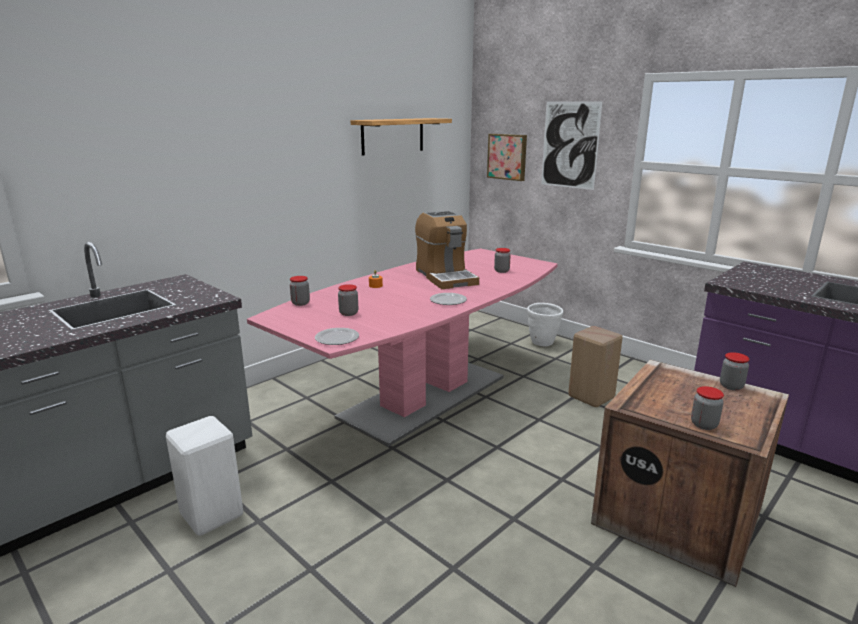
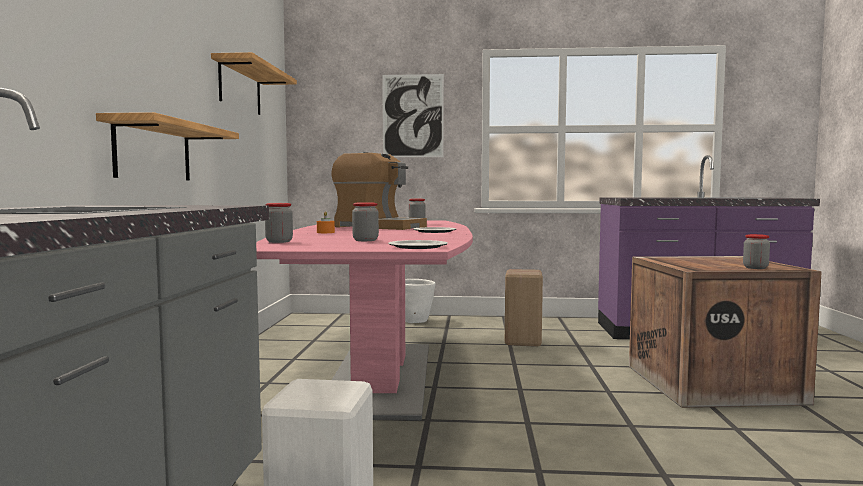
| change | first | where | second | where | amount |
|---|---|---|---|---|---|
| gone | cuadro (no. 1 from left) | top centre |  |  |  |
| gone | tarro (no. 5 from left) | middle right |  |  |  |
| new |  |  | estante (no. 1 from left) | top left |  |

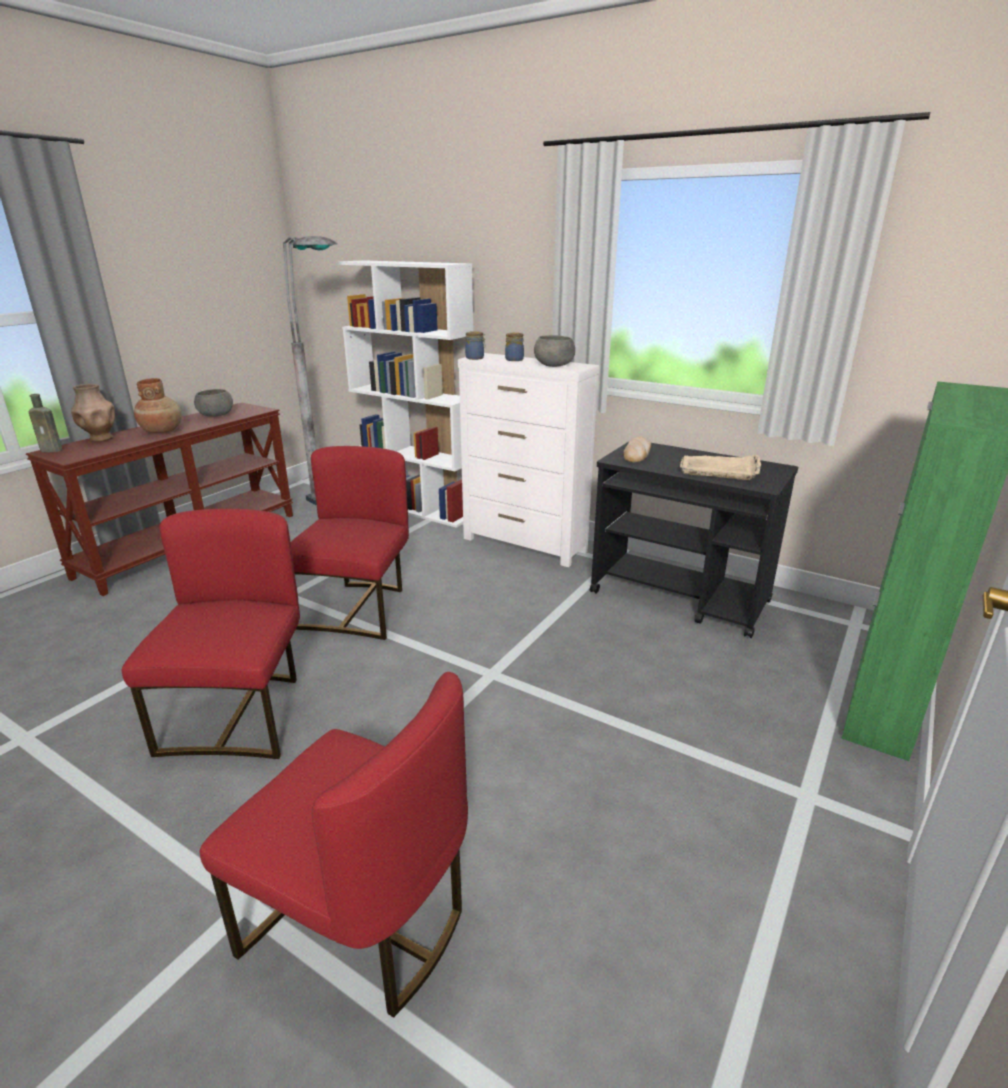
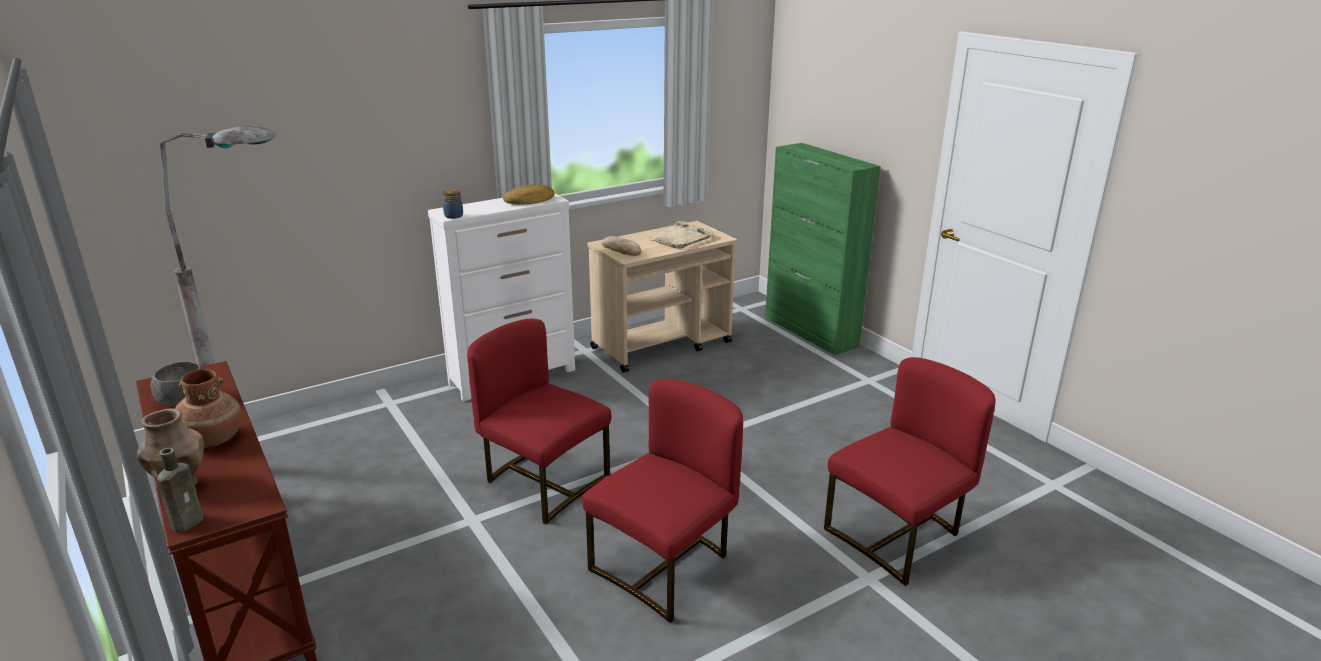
| change | first | where | second | where | amount |
|---|---|---|---|---|---|
| gone | estantería [blanco] | centre |  |  |  |
| gone | tarro (no. 2 from left) | top centre |  |  |  |
| swapped | cuenco [gris] (no. 2 from left) | top centre | pan (no. 1 from left) | top centre |  |
| repainted | carrito [negro] | middle right | carrito [beis] | centre |  |
| rotated | silla [rojo] (no. 1 from left in the first image) | middle left | silla [rojo] (no. 2 from left) | bottom centre | 105 degrees clockwise |

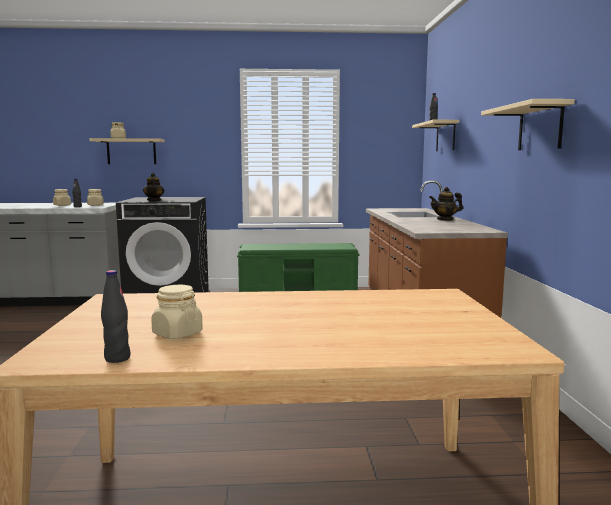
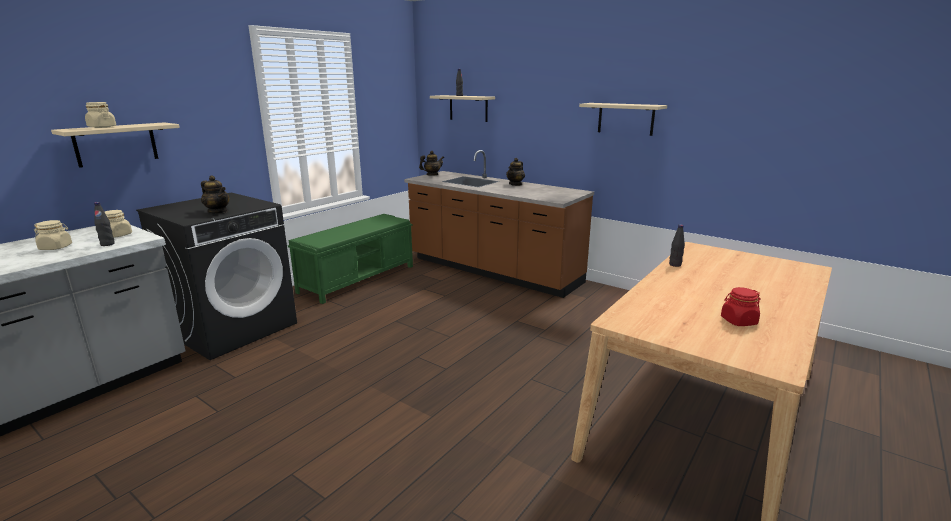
| change | first | where | second | where | amount |
|---|---|---|---|---|---|
| new |  |  | tetera (no. 2 from left) | top centre |  |
| shifted | botella [negro] (no. 2 from left in the first image) | middle left | botella [negro] (no. 3 from left) | middle right |  |
| repainted | tarro [beis] (no. 4 from left) | middle left | tarro [rojo] | middle right |  |

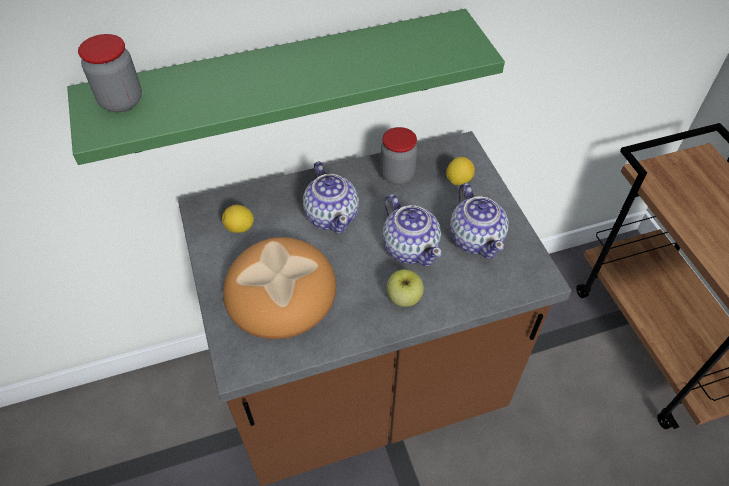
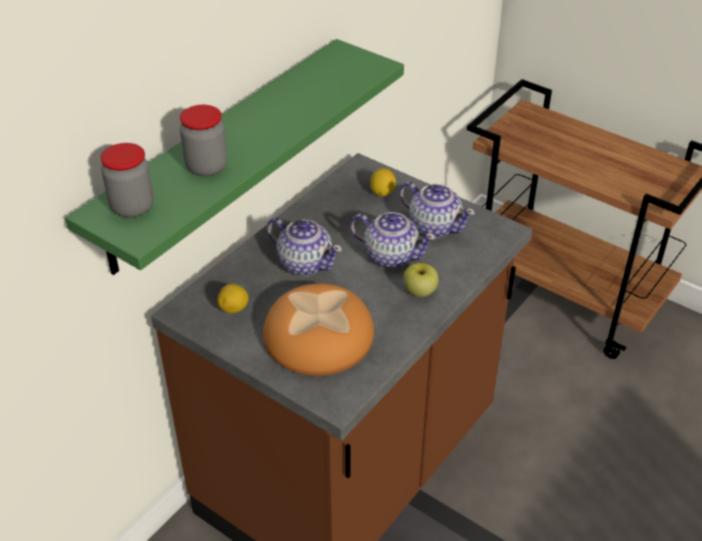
| change | first | where | second | where | amount |
|---|---|---|---|---|---|
| shifted | tarro (no. 2 from left) | top centre |  | top left |  |

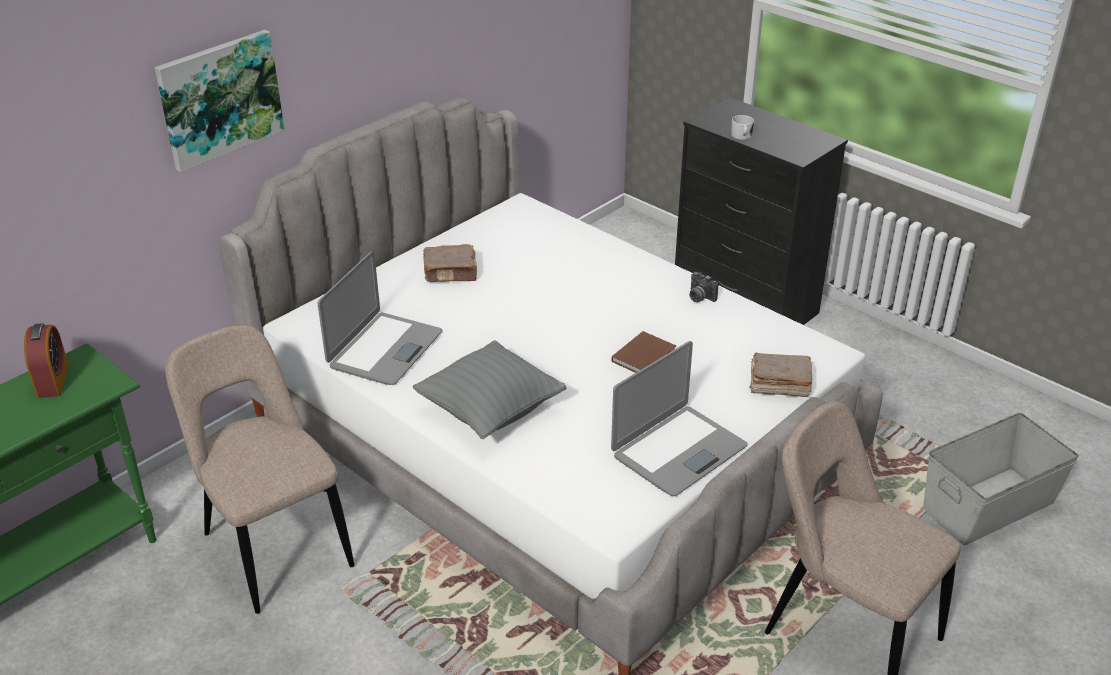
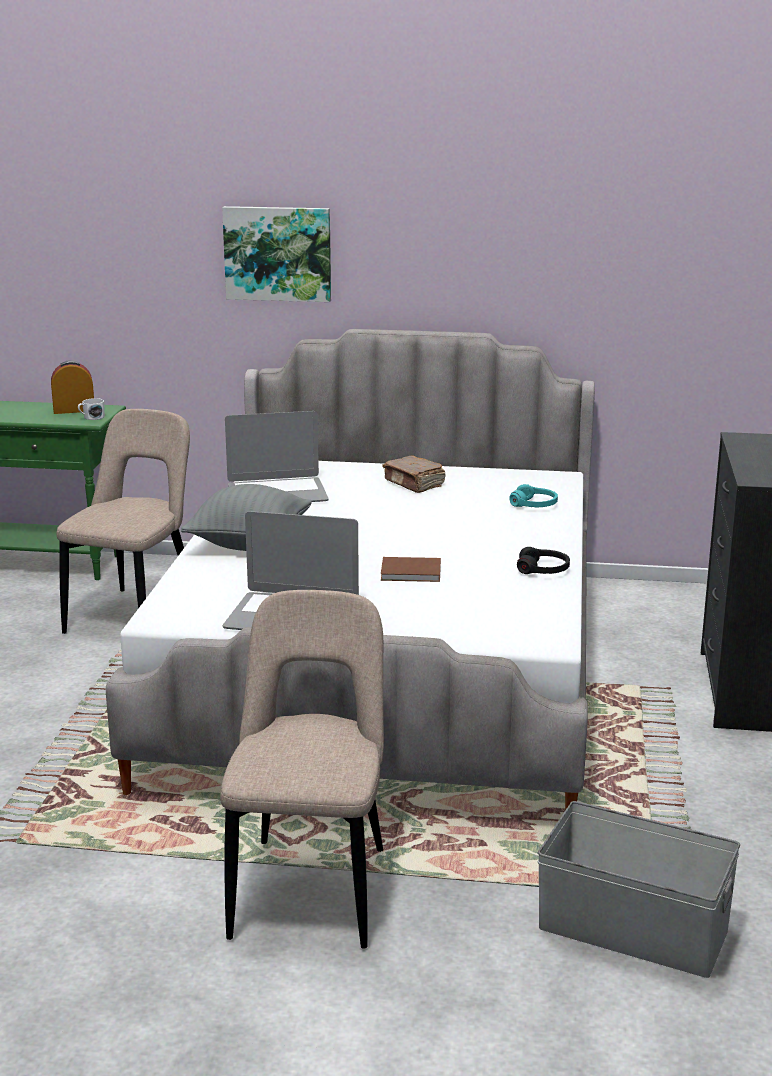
| change | first | where | second | where | amount |
|---|---|---|---|---|---|
| gone | libro [marrón] (no. 3 from left) | middle right |  |  |  |
| new |  |  | auriculares [turquesa] | middle right |  |
| shifted | taza grande [blanco] | top right |  | middle left |  |
| swapped | cámara | centre | auriculares [negro] | middle right |  |
| rotated | despertador | middle left |  | middle left | 150 degrees counterclockwise |

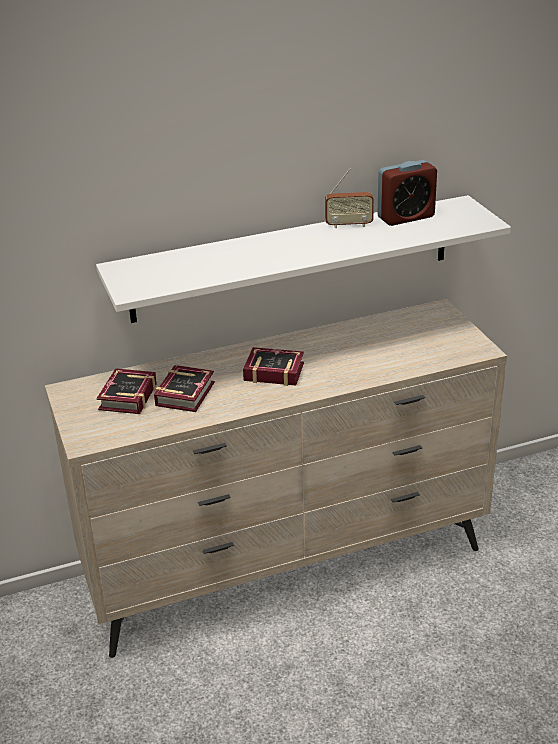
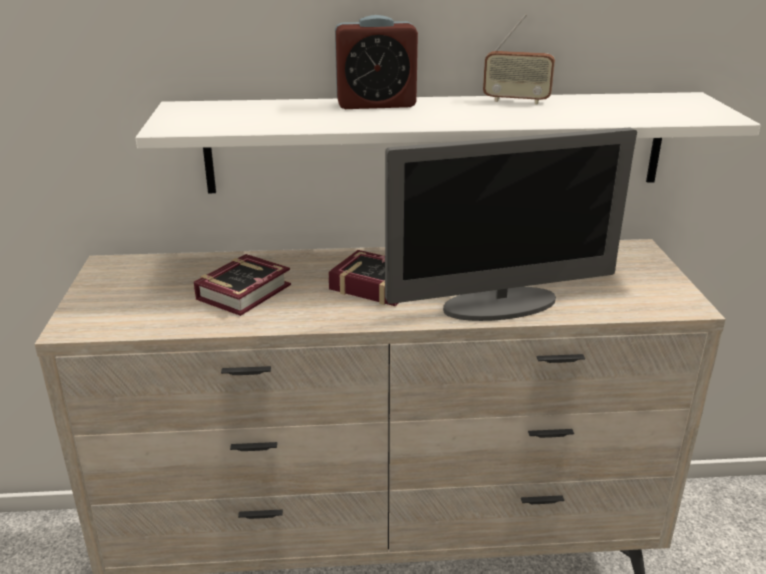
| change | first | where | second | where | amount |
|---|---|---|---|---|---|
| gone | libro (no. 1 from left) | middle left |  |  |  |
| new |  |  | monitor | middle right |  |
| shifted | despertador | top right |  | top centre |  |

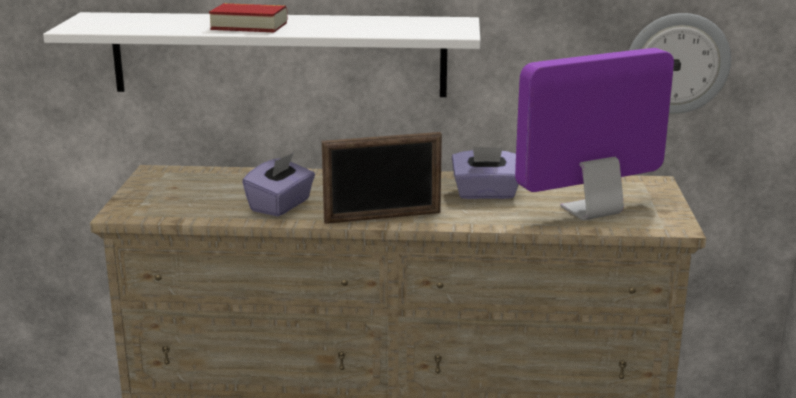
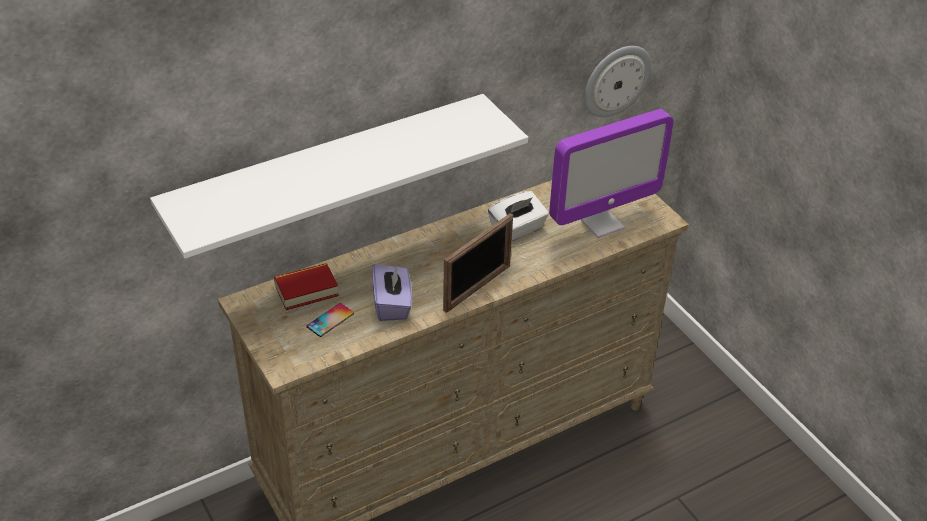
| change | first | where | second | where | amount |
|---|---|---|---|---|---|
| new |  |  | móvil | centre |  |
| shifted | libro | top left |  | middle left |  |
| repainted | caja de pañuelos [morado] (no. 2 from left) | centre | caja de pañuelos [blanco] | centre |  |
| rotated | monitor | middle right |  | top centre | 150 degrees counterclockwise |

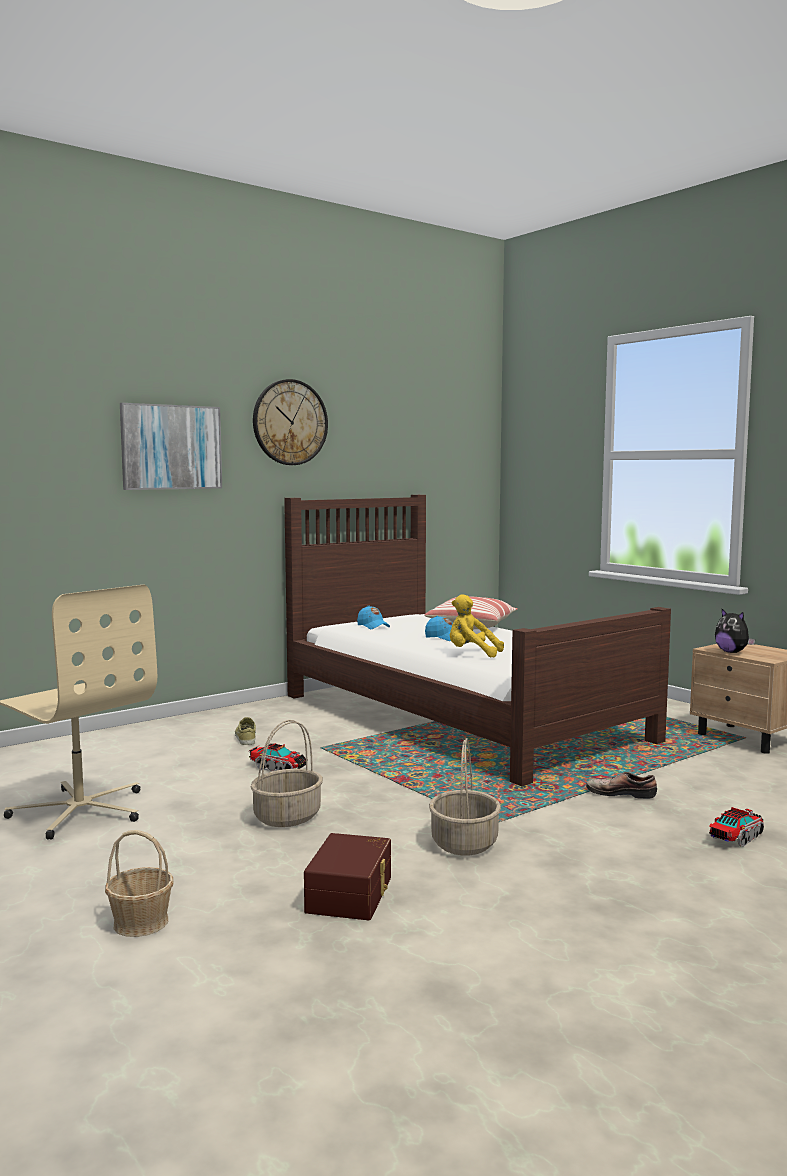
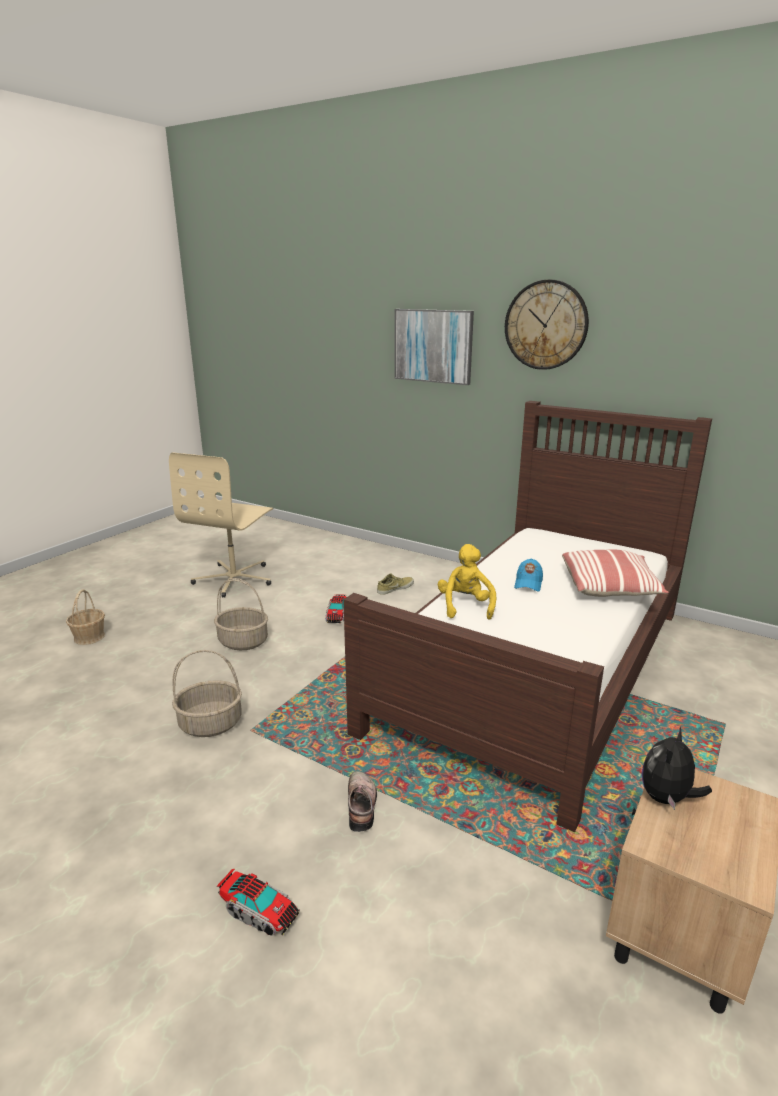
| change | first | where | second | where | amount |
|---|---|---|---|---|---|
| gone | caja de almacenaje [marrón] | bottom centre |  |  |  |
| gone | gorra [azul] (no. 1 from left) | centre |  |  |  |

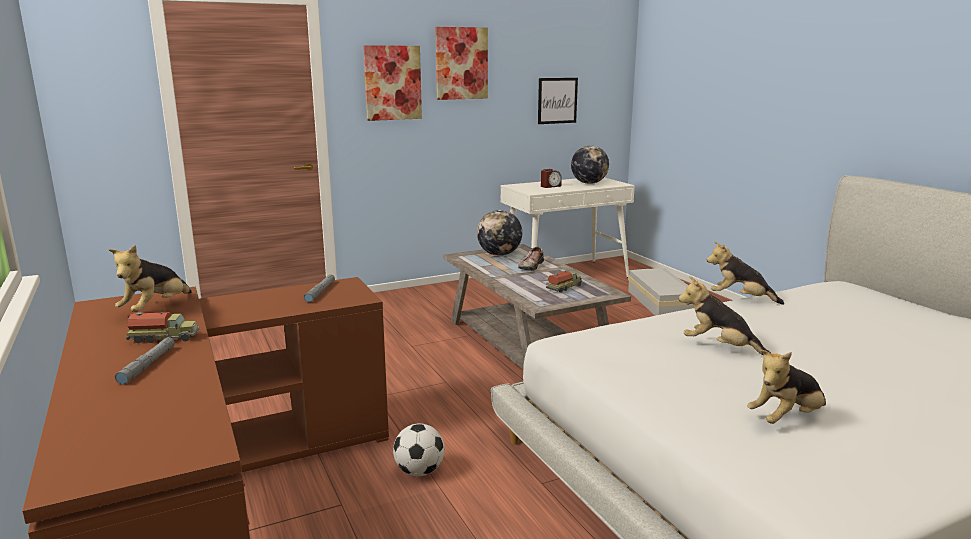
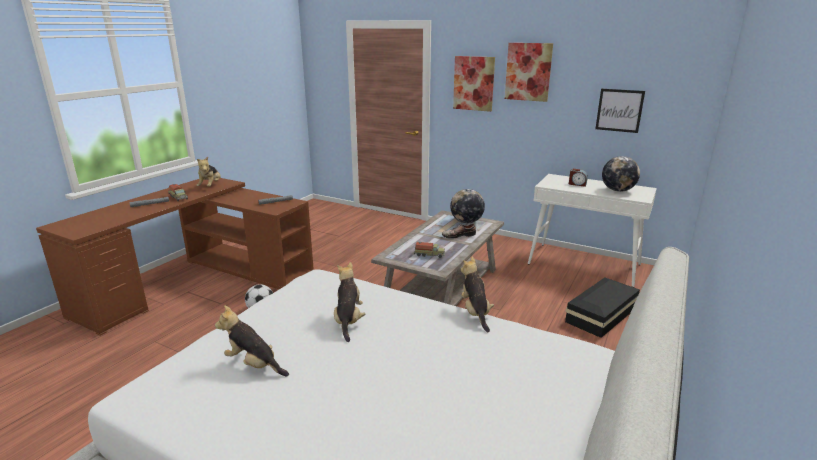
| change | first | where | second | where | amount |
|---|---|---|---|---|---|
| repainted | caja de almacenaje [blanco] | middle right | caja de almacenaje [negro] | bottom right |  |
| rotated | peluche (no. 1 from left) | middle left |  | middle left | 75 degrees counterclockwise |

